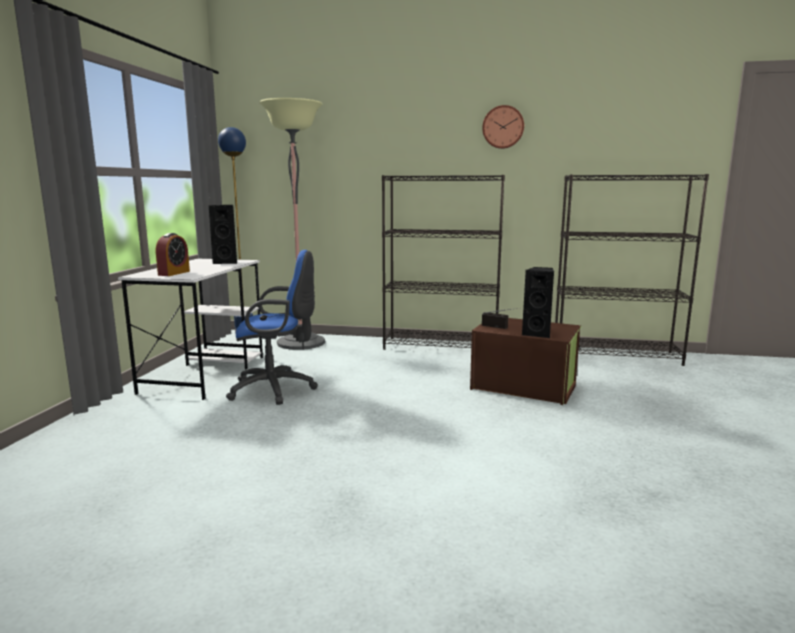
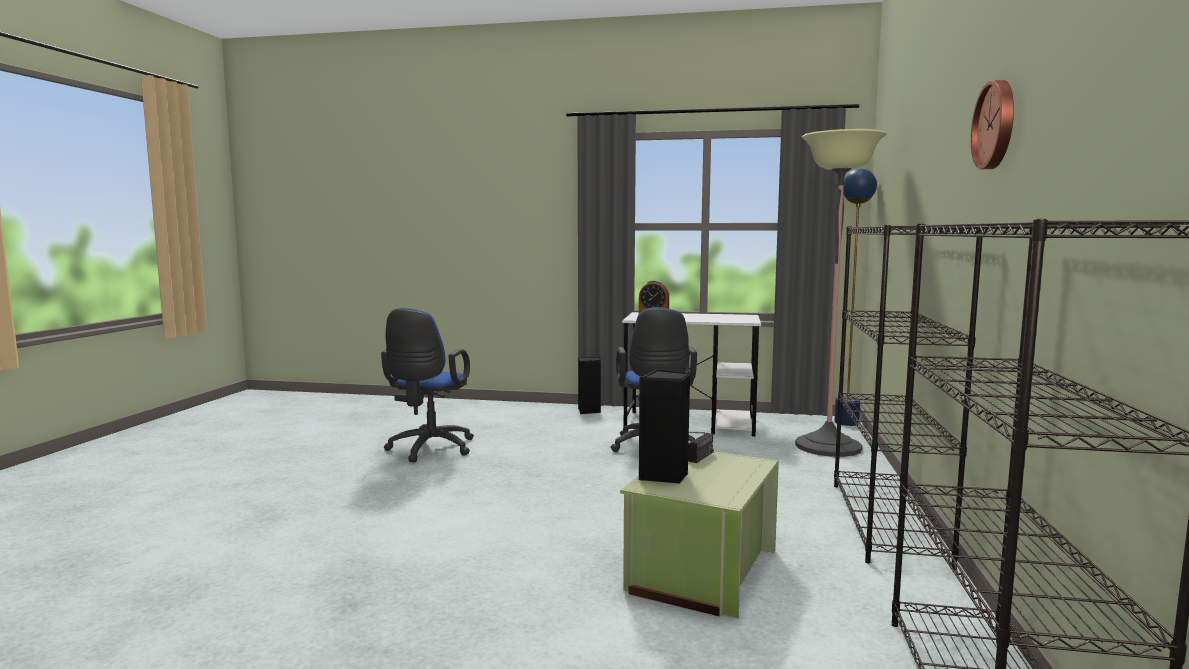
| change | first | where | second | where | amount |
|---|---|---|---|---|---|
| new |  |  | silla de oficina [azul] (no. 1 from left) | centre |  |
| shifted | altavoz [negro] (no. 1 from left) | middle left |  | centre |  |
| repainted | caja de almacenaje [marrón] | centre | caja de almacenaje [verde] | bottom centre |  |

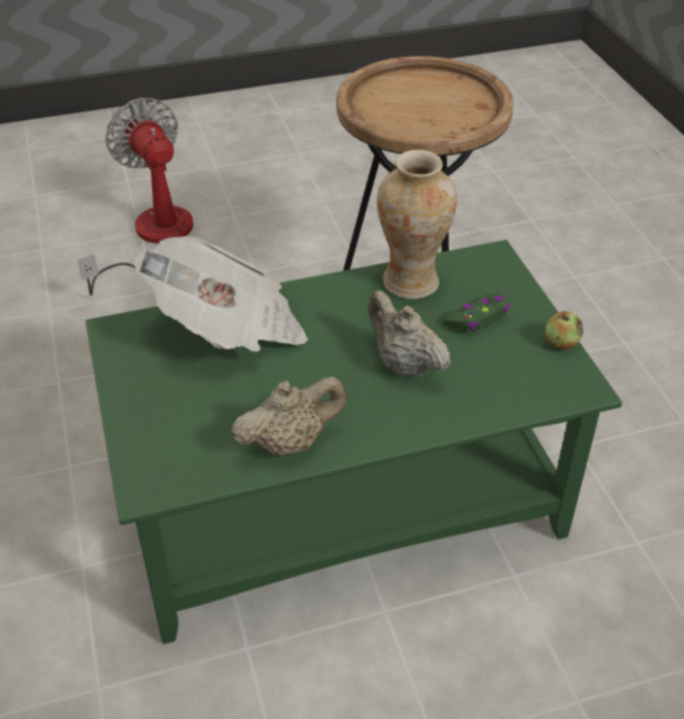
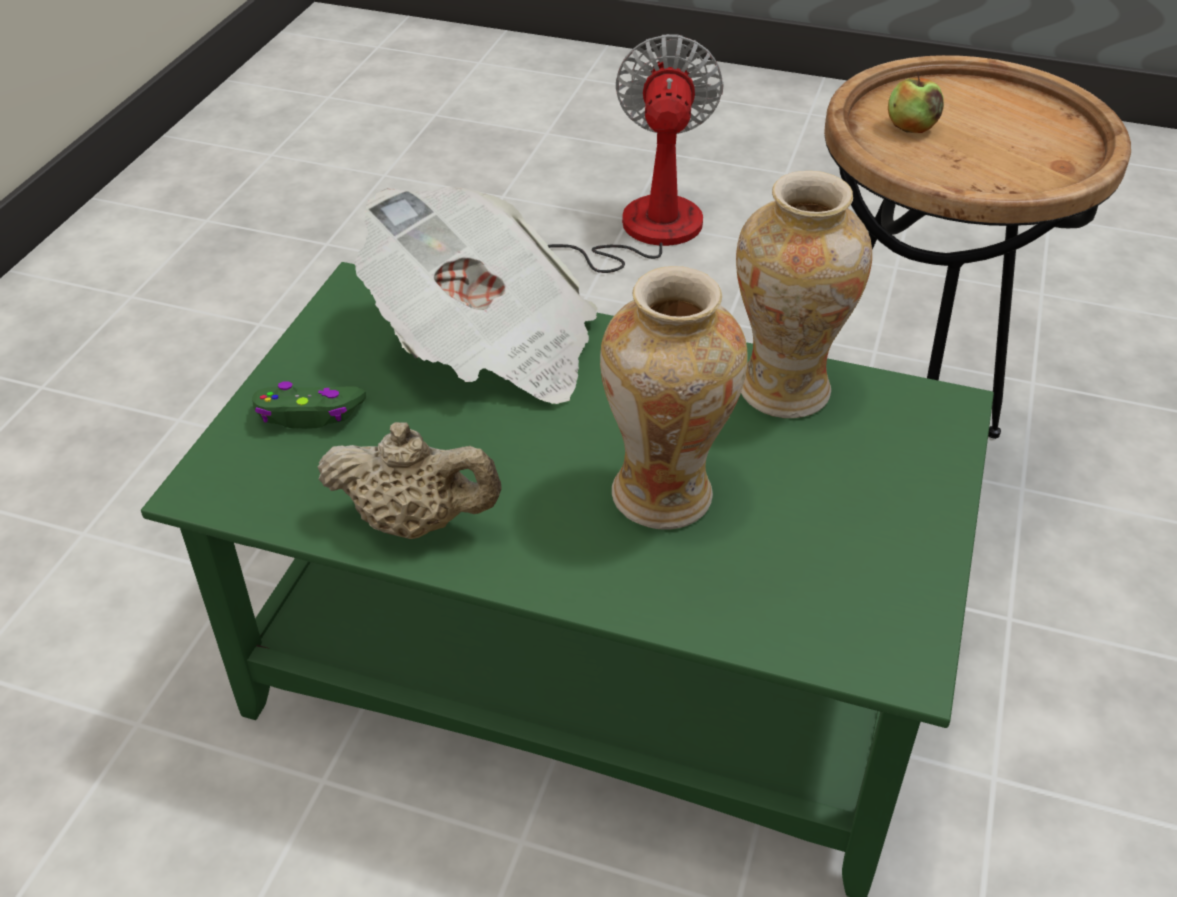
| change | first | where | second | where | amount |
|---|---|---|---|---|---|
| shifted | mando de consola [verde] | middle right |  | middle left |  |
| shifted | manzana | middle right |  | top right |  |
| swapped | tetera [beis] (no. 2 from left) | centre | florero (no. 1 from left) | centre |  |

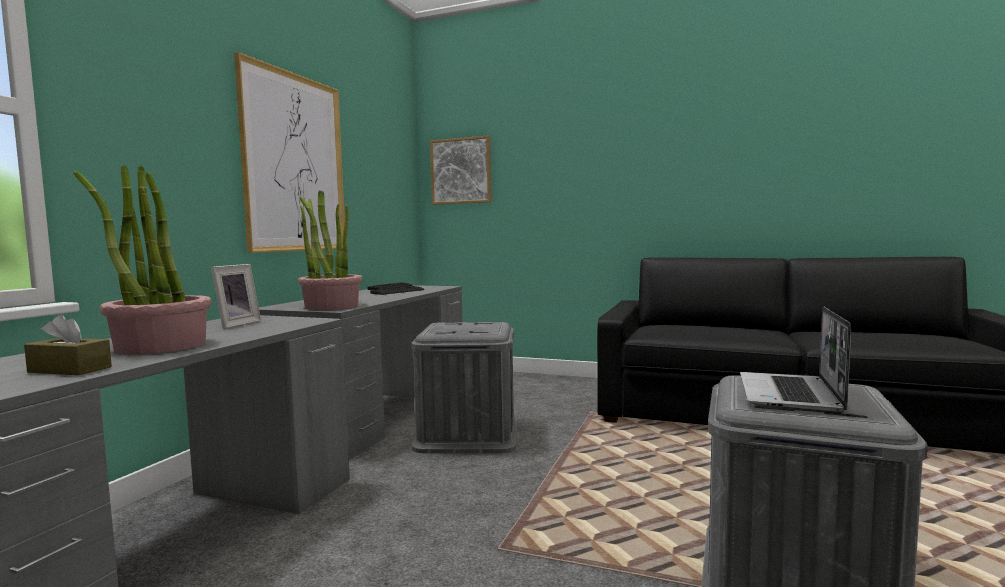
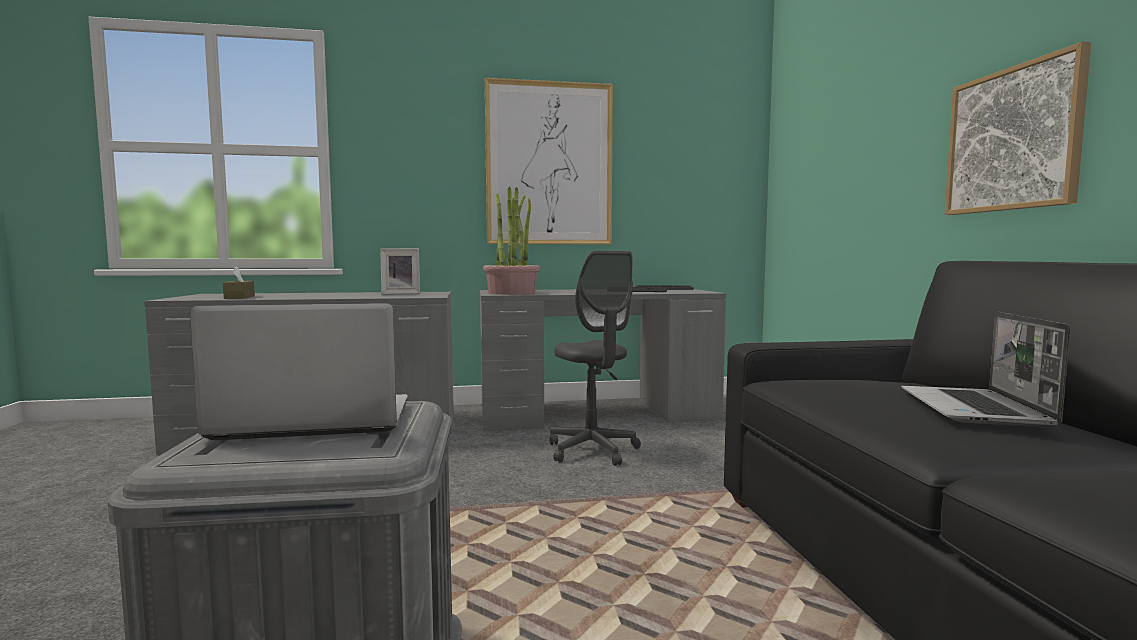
| change | first | where | second | where | amount |
|---|---|---|---|---|---|
| gone | planta en maceta (no. 1 from left) | middle left |  |  |  |
| new |  |  | portátil (no. 2 from left) | middle right |  |
| shifted | cuadro (no. 2 from left) | top centre |  | top right |  |
| swapped | caja de almacenaje [gris] (no. 1 from left) | centre | silla de oficina [gris] | centre |  |

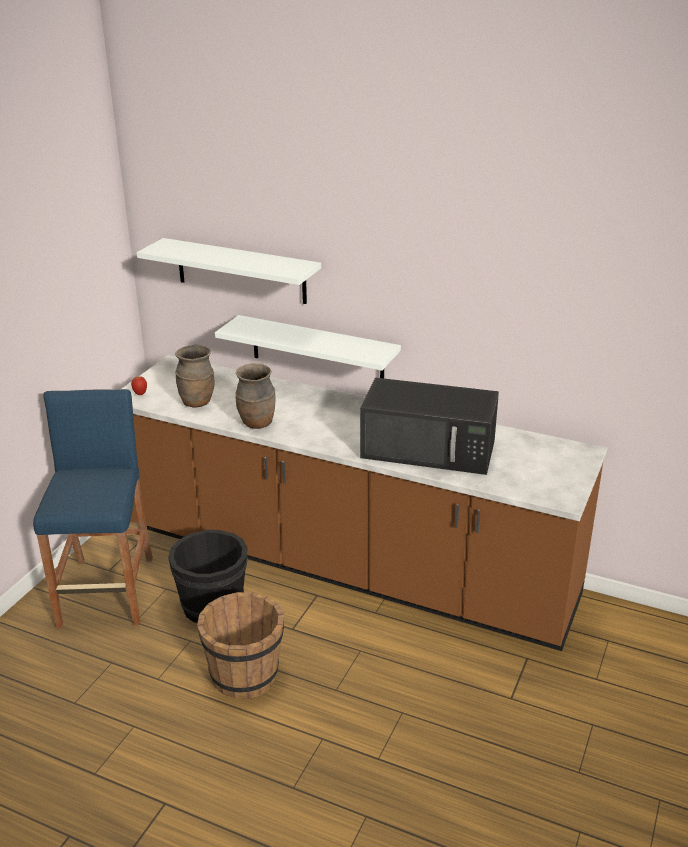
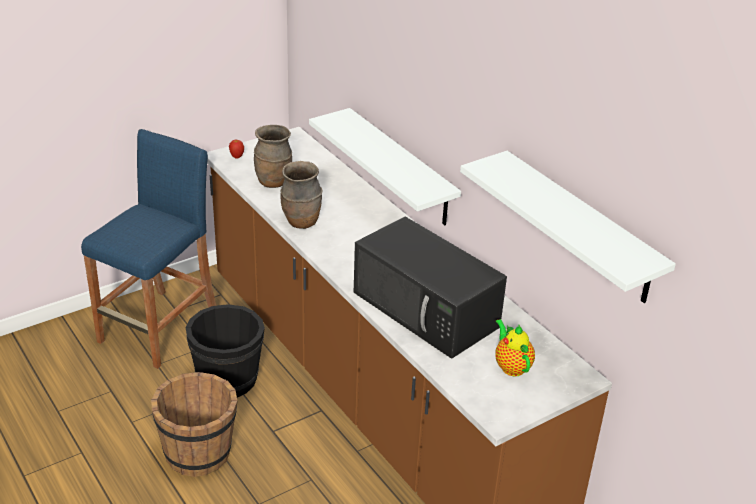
| change | first | where | second | where | amount |
|---|---|---|---|---|---|
| new |  |  | tetera | bottom right |  |
| shifted | estante [blanco] (no. 1 from left in the first image) | top left | estante [blanco] (no. 2 from left) | middle right |  |

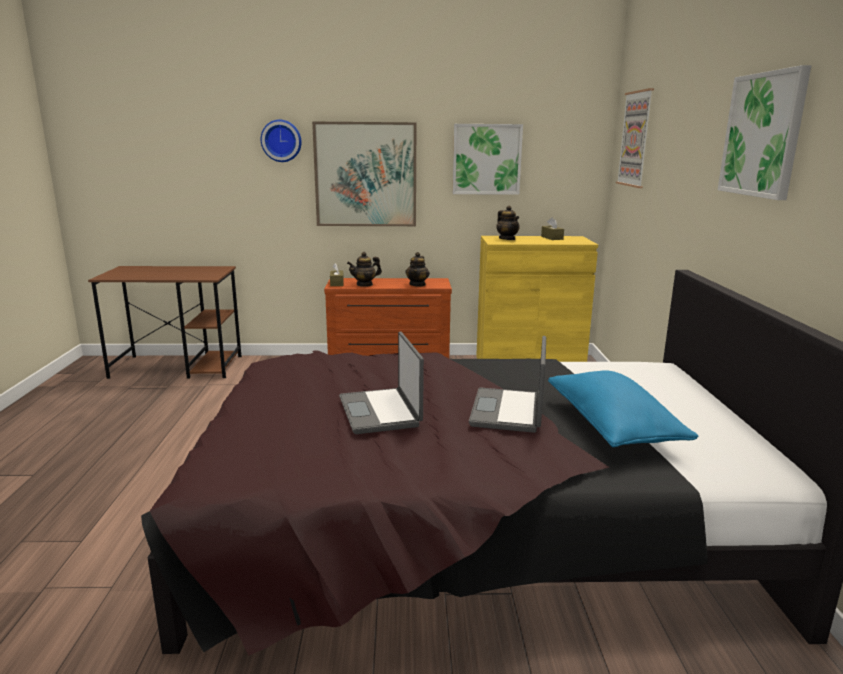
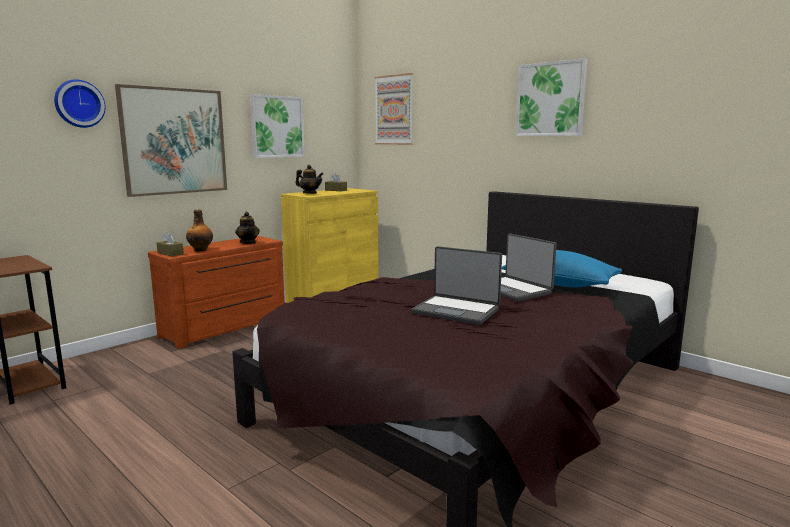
| change | first | where | second | where | amount |
|---|---|---|---|---|---|
| swapped | tetera (no. 1 from left) | centre | botella | middle left |  |

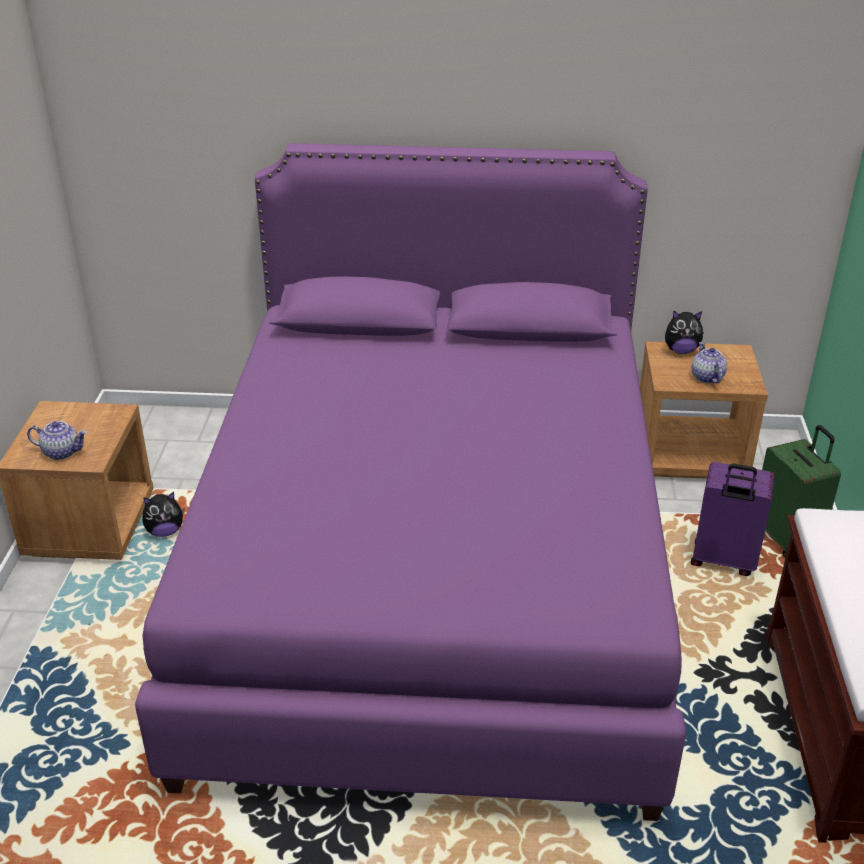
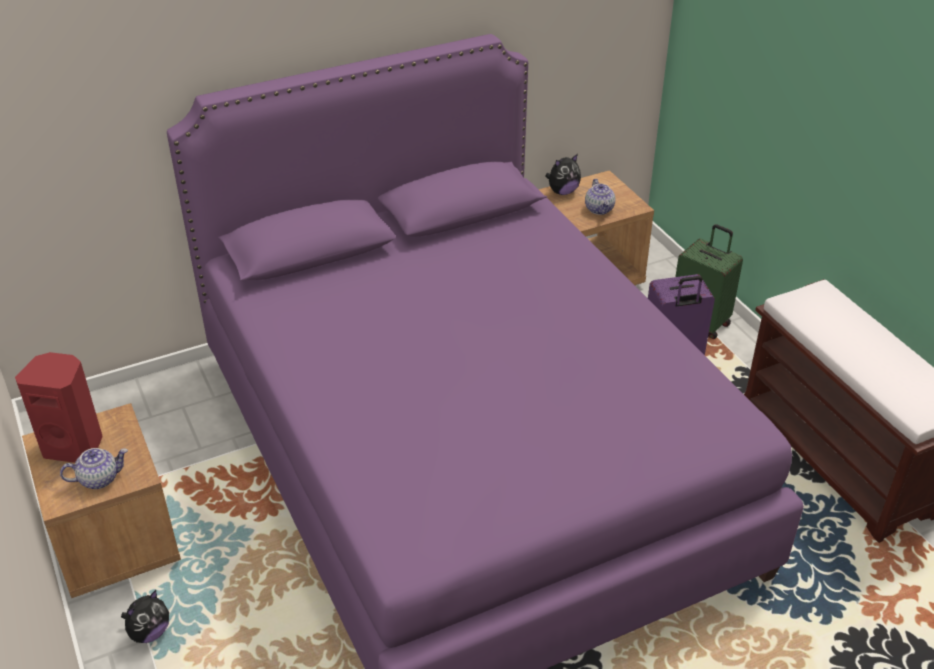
| change | first | where | second | where | amount |
|---|---|---|---|---|---|
| new |  |  | altavoz [rojo] | middle left |  |
| shifted | peluche (no. 1 from left) | middle left |  | bottom left |  |
| rotated | tetera (no. 2 from left) | middle right |  | top centre | 150 degrees counterclockwise |

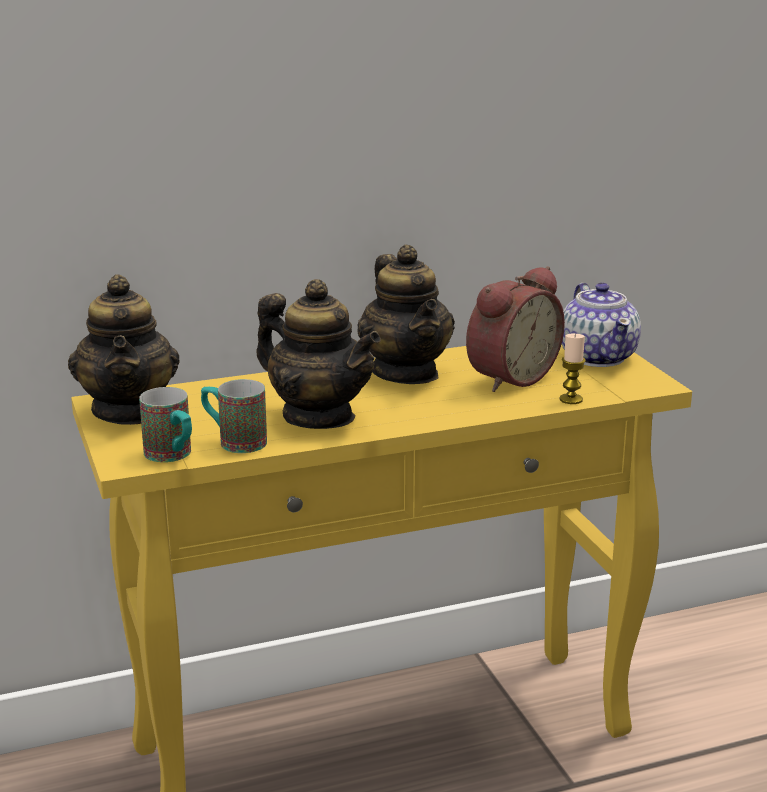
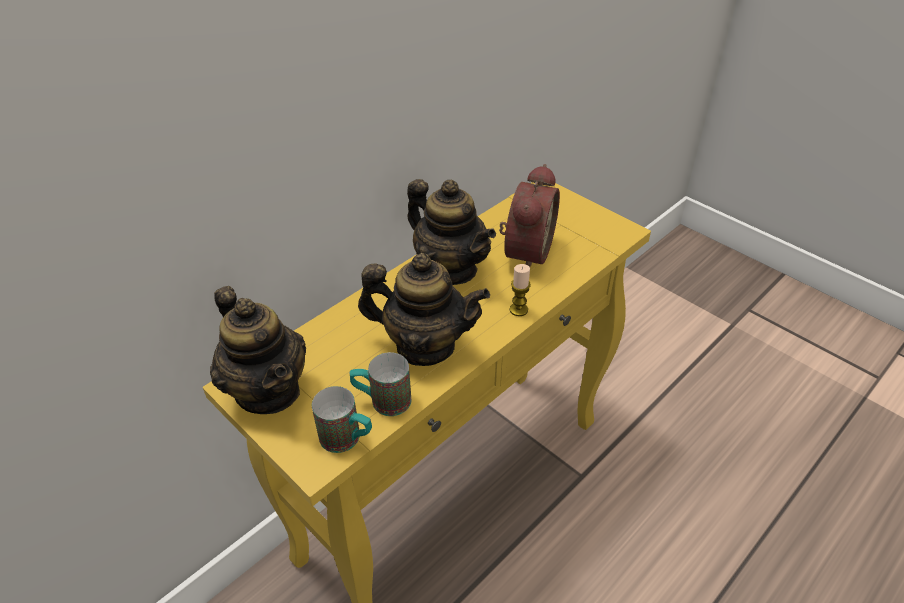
| change | first | where | second | where | amount |
|---|---|---|---|---|---|
| gone | tetera (no. 4 from left) | middle right |  |  |  |
| shifted | vela | middle right |  | centre |  |

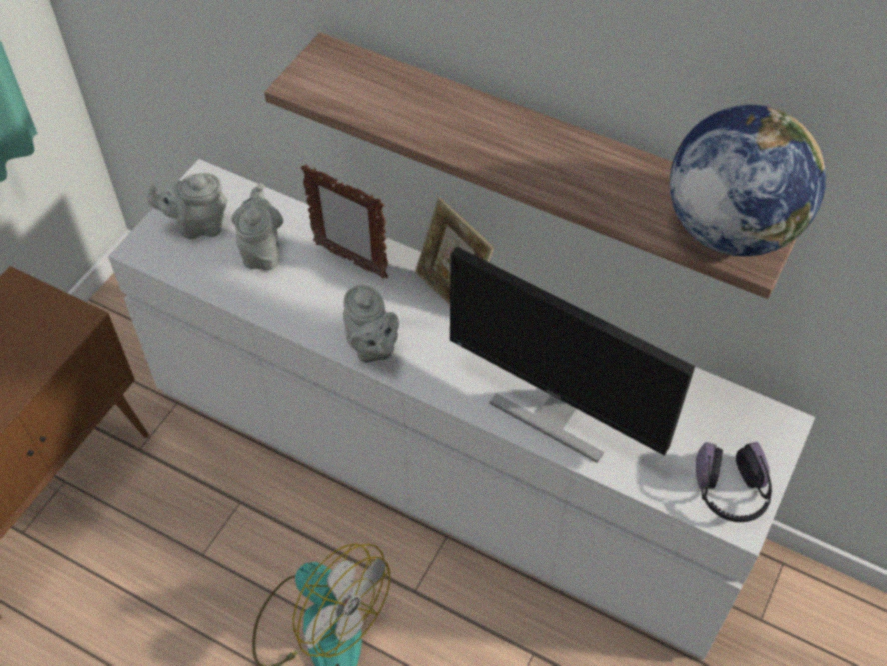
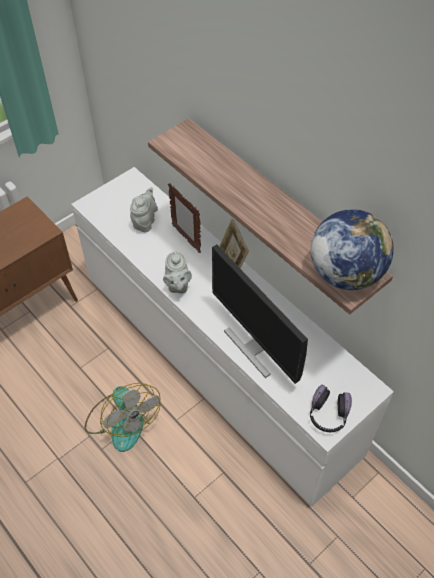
| change | first | where | second | where | amount |
|---|---|---|---|---|---|
| gone | tetera [gris] (no. 1 from left) | top left |  |  |  |

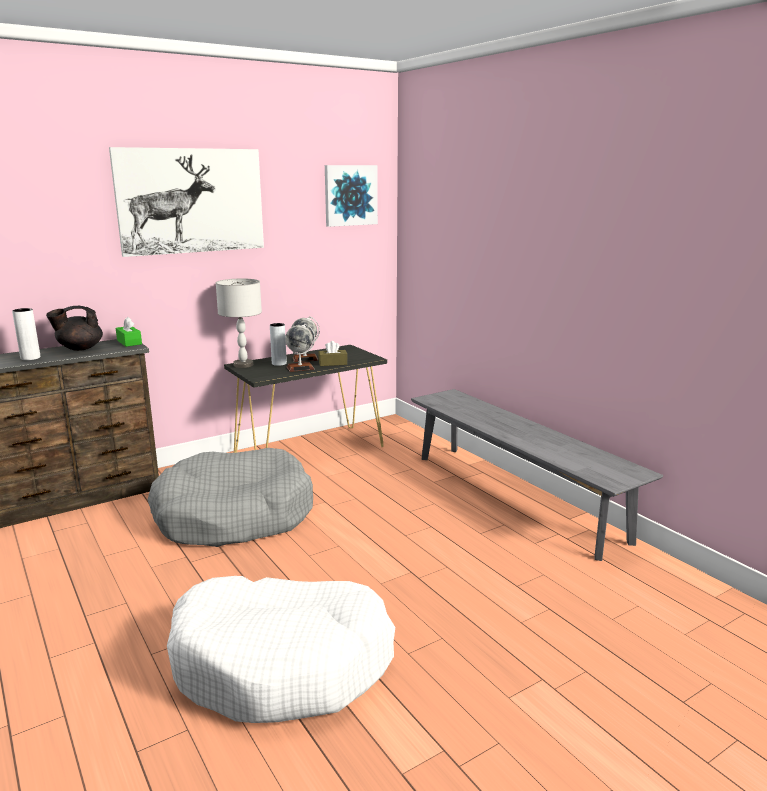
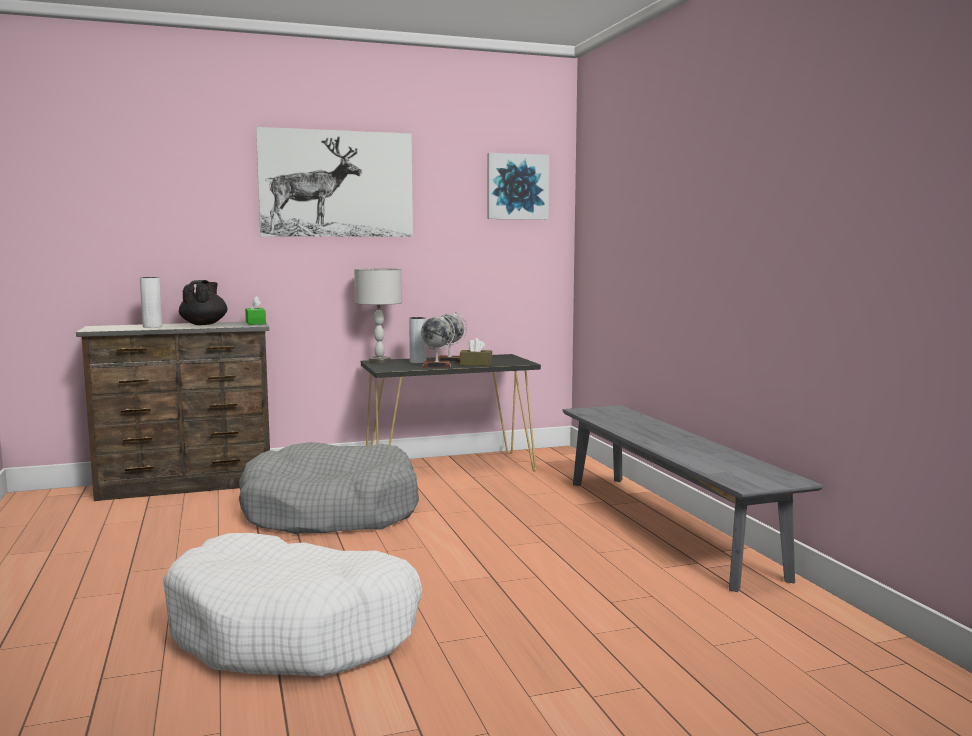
| change | first | where | second | where | amount |
|---|---|---|---|---|---|
| rotated | tetera [negro] | middle left |  | middle left | 105 degrees clockwise |

